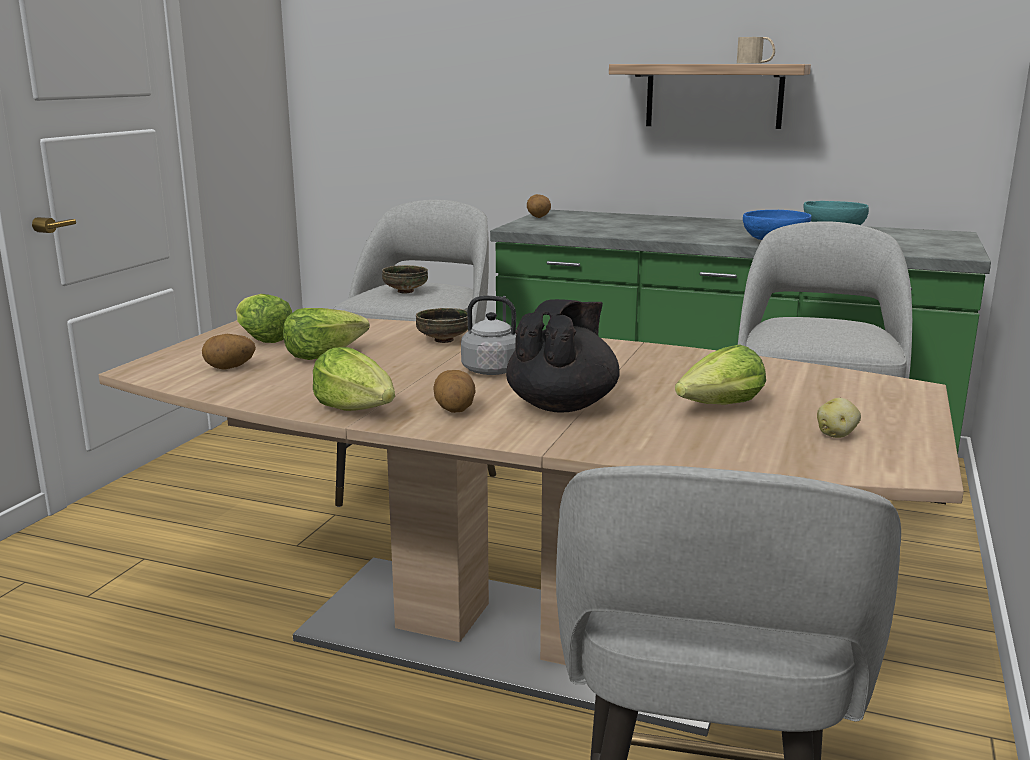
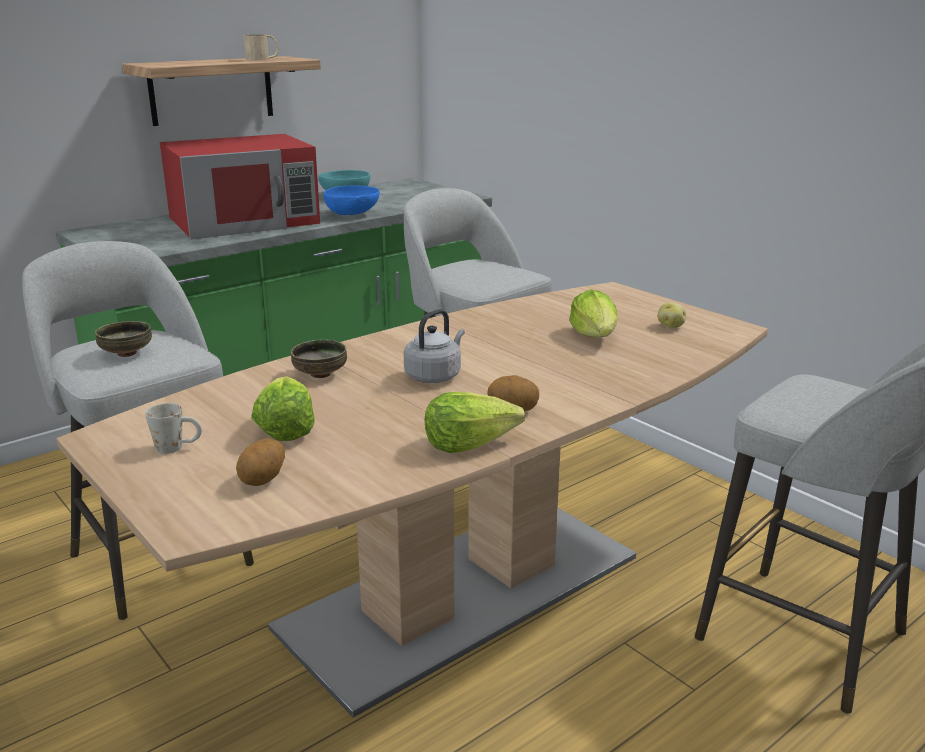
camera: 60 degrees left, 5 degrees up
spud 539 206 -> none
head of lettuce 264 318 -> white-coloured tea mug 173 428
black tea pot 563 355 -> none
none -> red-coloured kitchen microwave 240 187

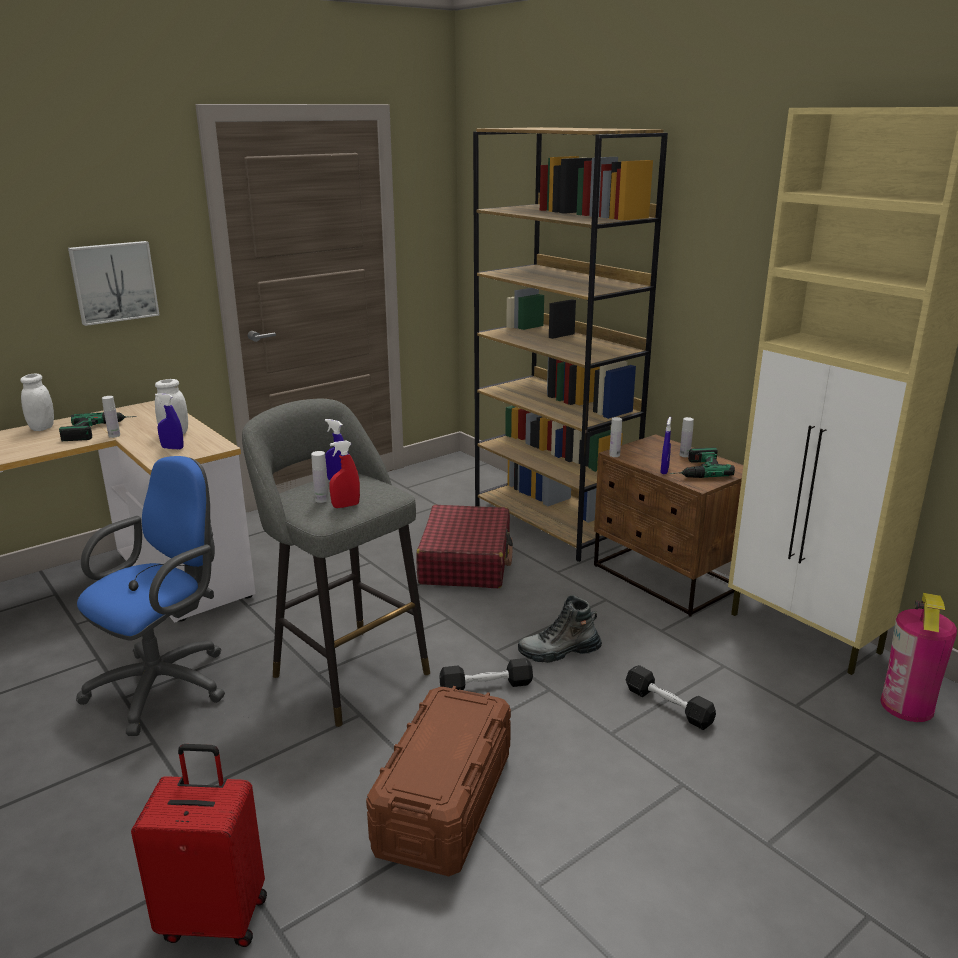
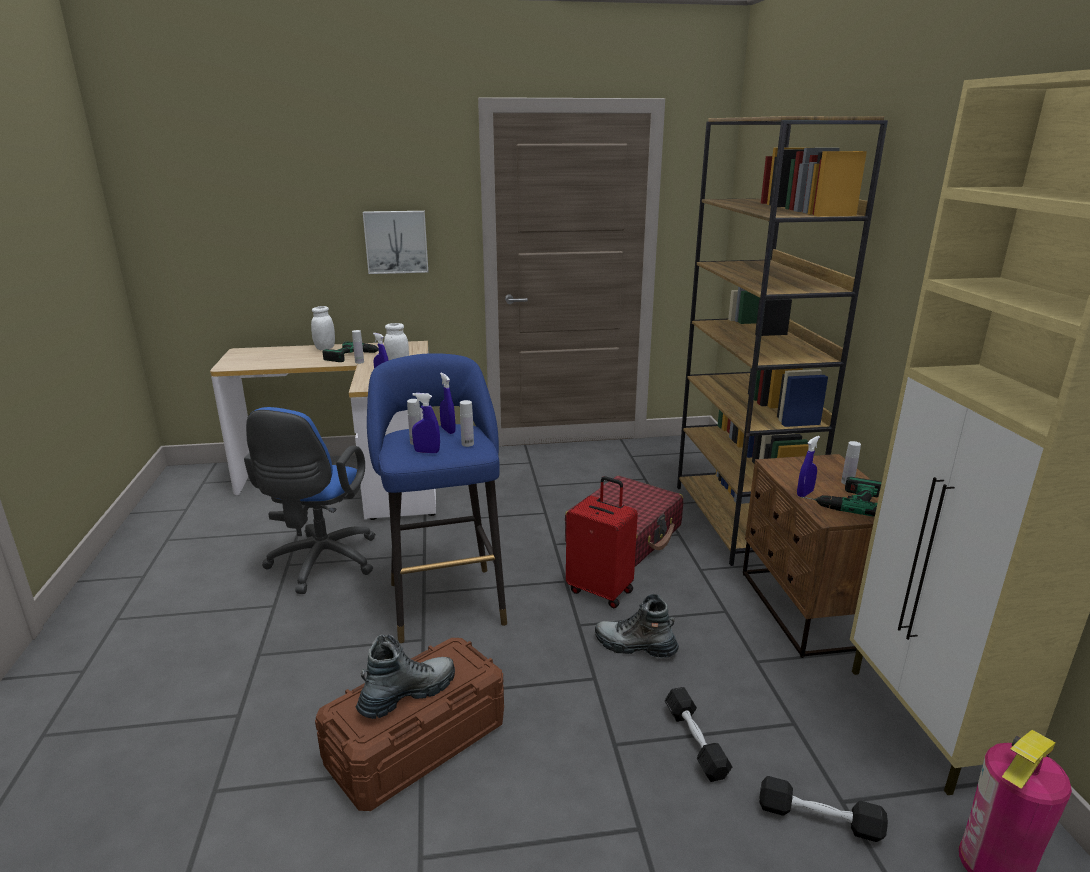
camera: 30 degrees right, 0 degrees up
greyish sitting stool 336 563 -> blue sitting stool 437 498
white-coloured drink bottle 615 437 -> white-coloured drink bottle 467 423, moved
red-coloured sprayer 344 474 -> blue sprayer 426 423
blue office chair 150 596 -> blue office chair 310 500, 120 degrees clockwise
black hand weight 486 674 -> black hand weight 823 809, moved
red-coloured travel case 199 845 -> red-coloured travel case 602 542, moved
none -> tall boot 405 677

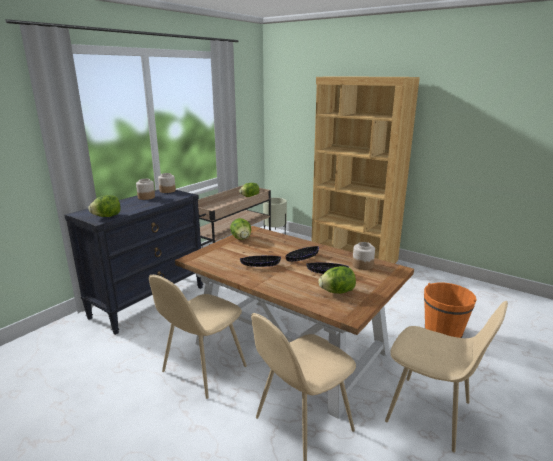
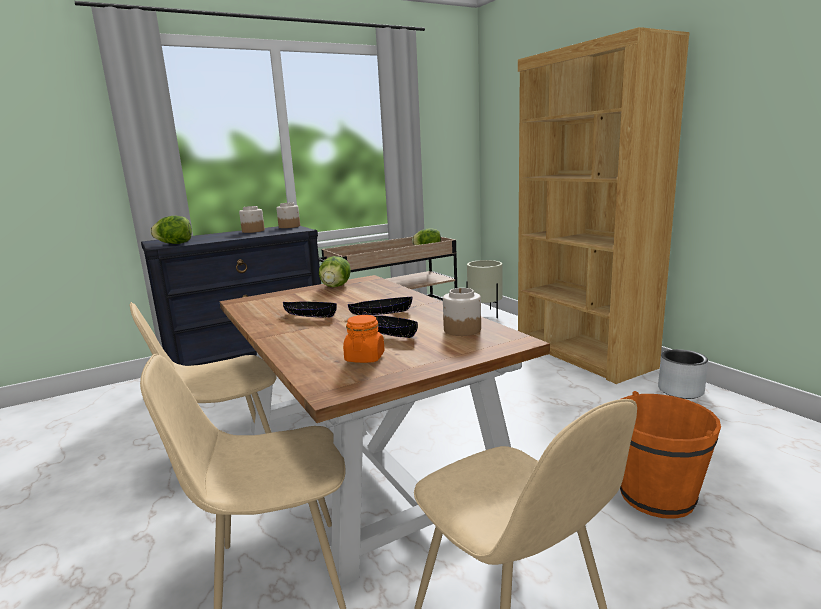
camera: 25 degrees right, 5 degrees down
head of lettuce 337 280 -> orangey storage jar 364 339
none -> greyish plant pot 683 374

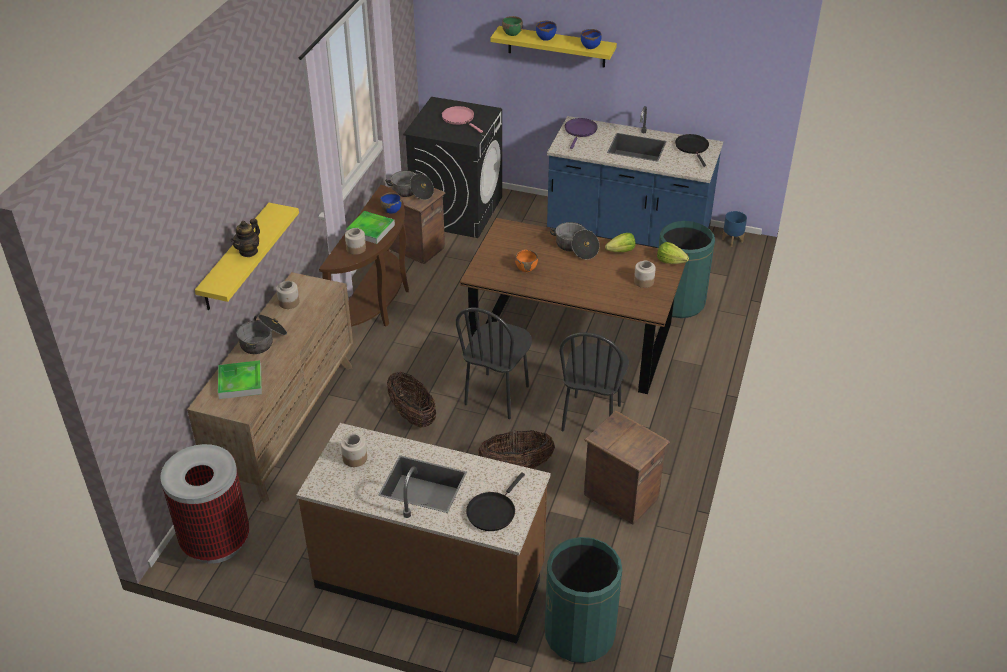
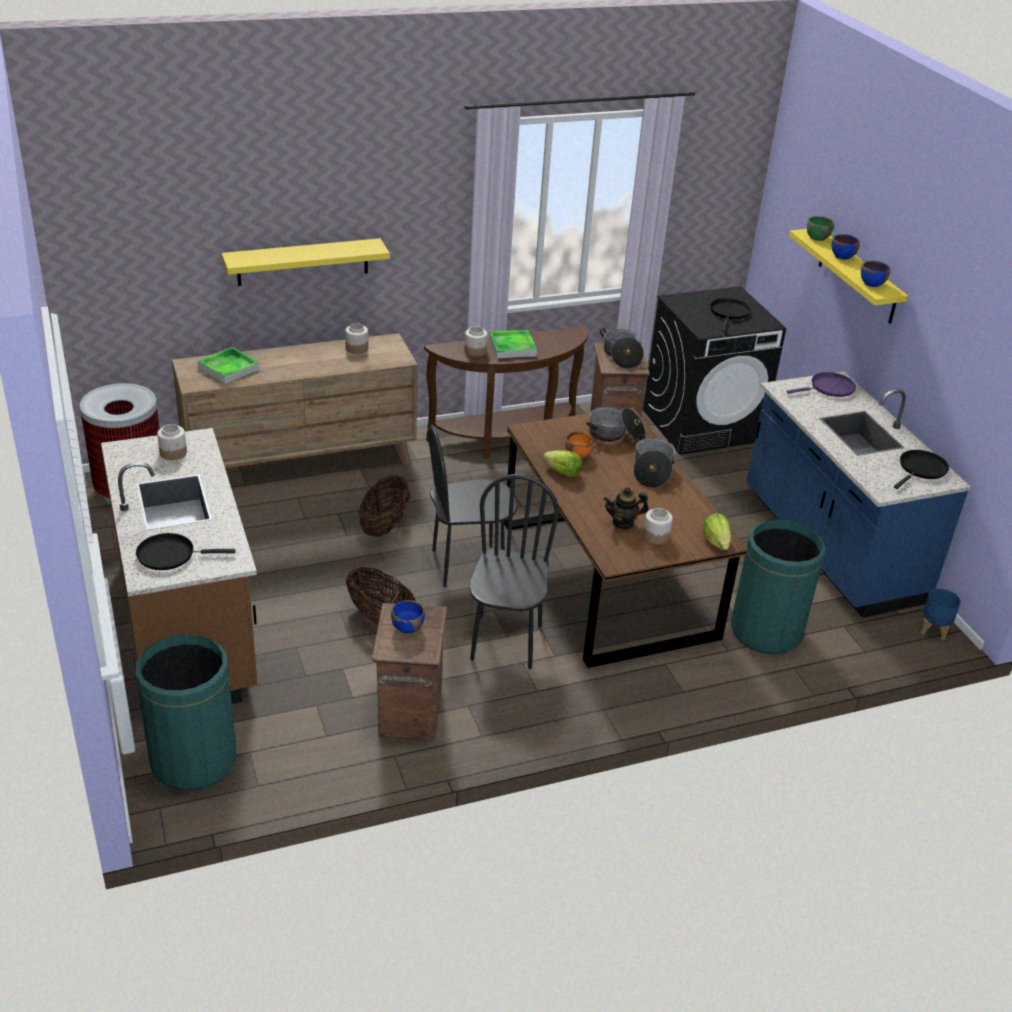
camera: 50 degrees right, 5 degrees down
pink skillet 462 119 -> black skillet 730 315
blue serving bowl 391 203 -> blue serving bowl 408 616, moved
tea pot 245 237 -> tea pot 626 508, moved
head of lettuce 620 242 -> head of lettuce 562 463, moved
saucepot 262 334 -> saucepot 616 424, moved
black chair 594 381 -> black chair 514 571, 120 degrees clockwise

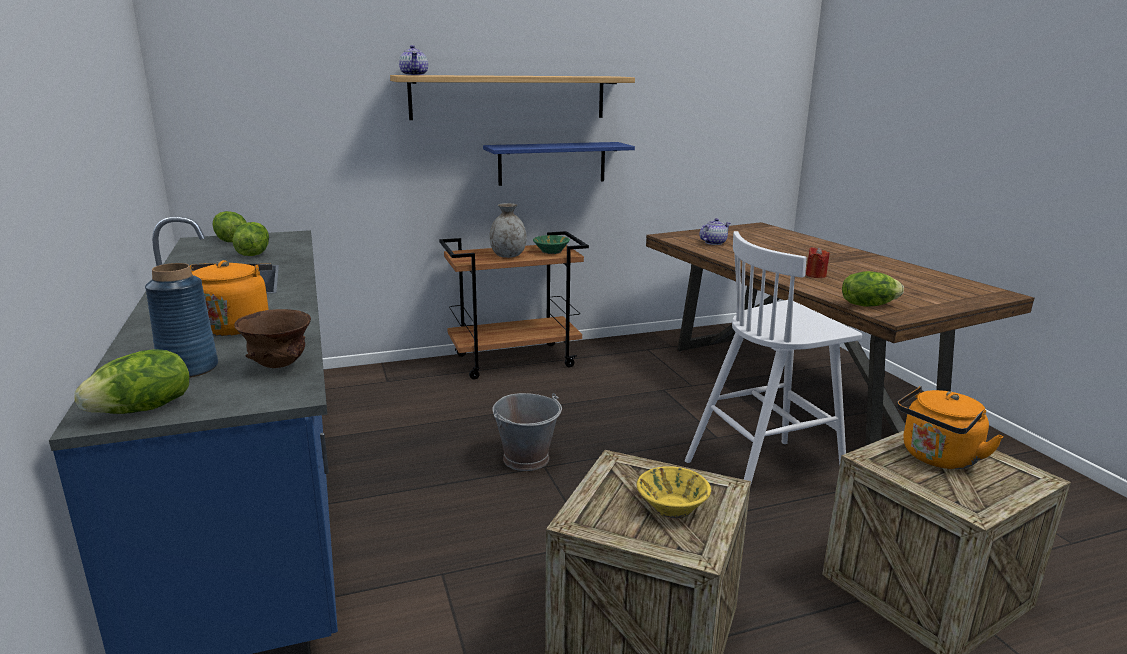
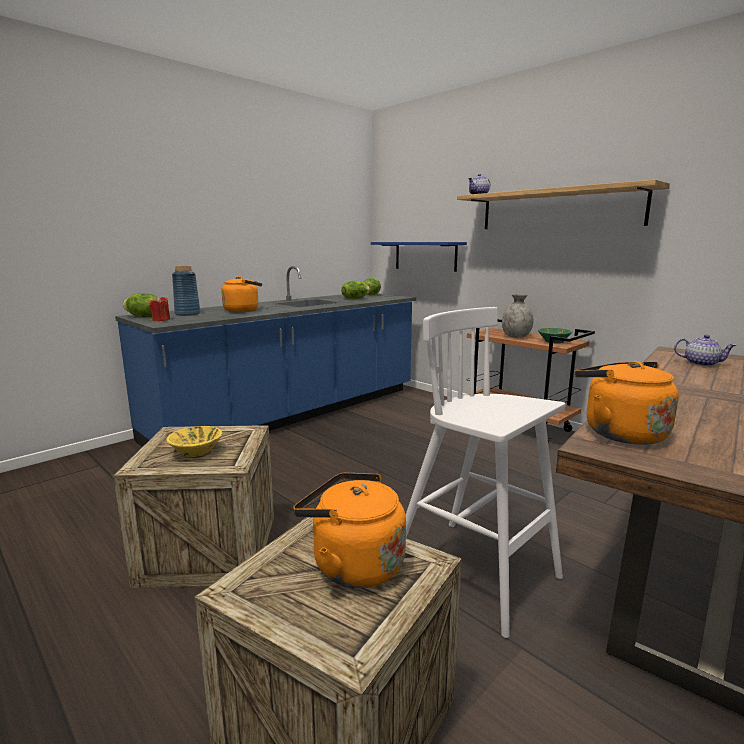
camera: 65 degrees right, 5 degrees down
blue wall shelf 559 164 -> blue wall shelf 419 257, moved
red-coloured wax candle 817 262 -> red-coloured wax candle 160 308, moved
head of lettuce 873 289 -> orangey tea kettle 627 403
brownish serving bowl 272 338 -> none
greyish pail 527 432 -> none

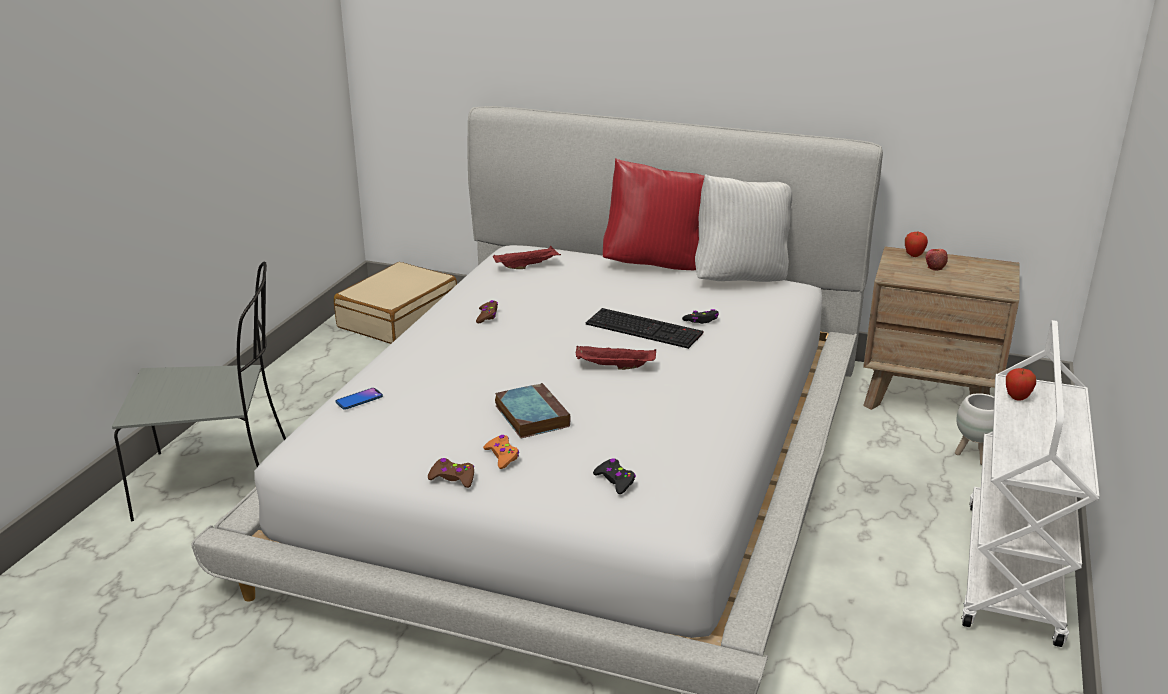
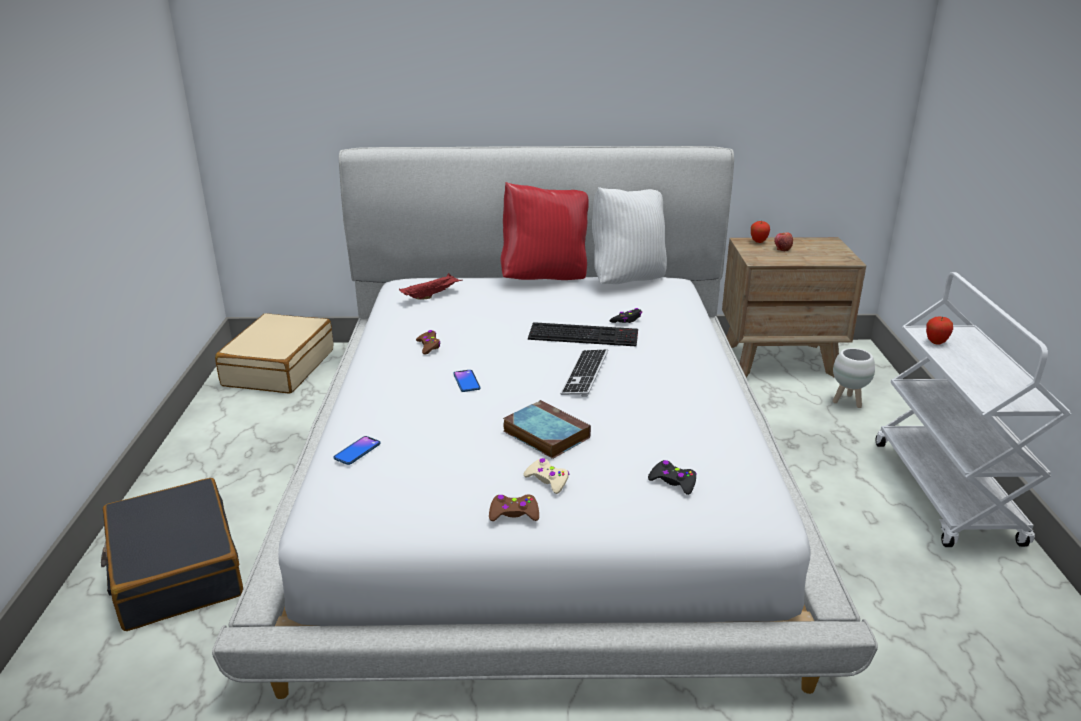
camera: 20 degrees left, 0 degrees up
greyish chair 199 391 -> black travel case 172 554
red-coloured tray 616 357 -> PC keyboard 584 373
orangey game controller 501 452 -> beige-coloured game controller 546 476
none -> telephone 467 381

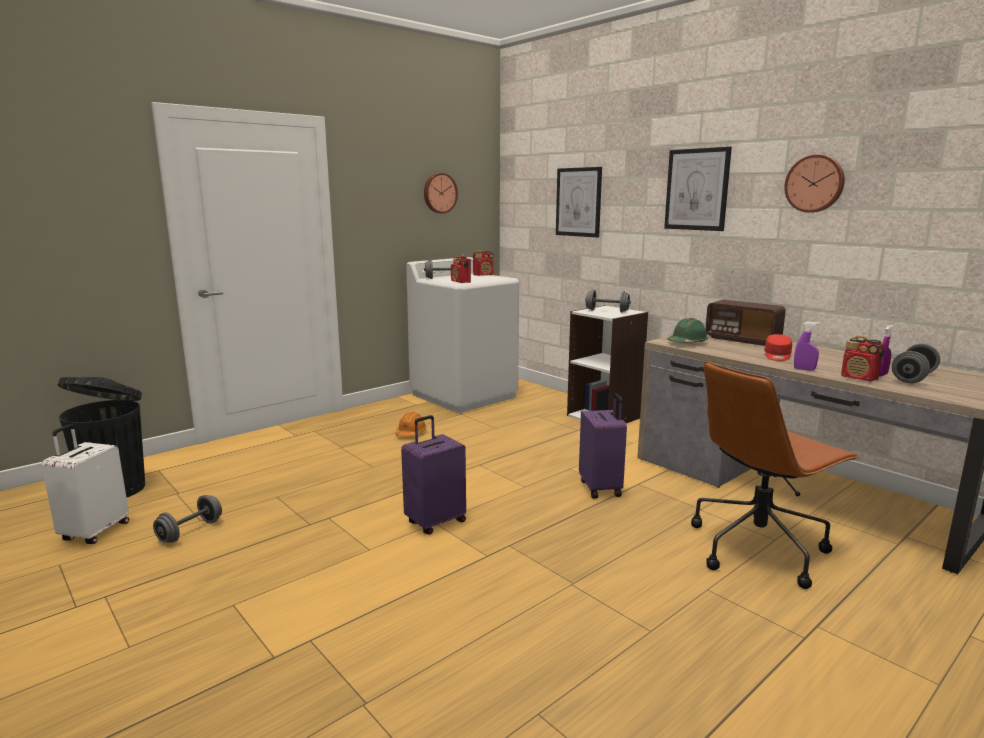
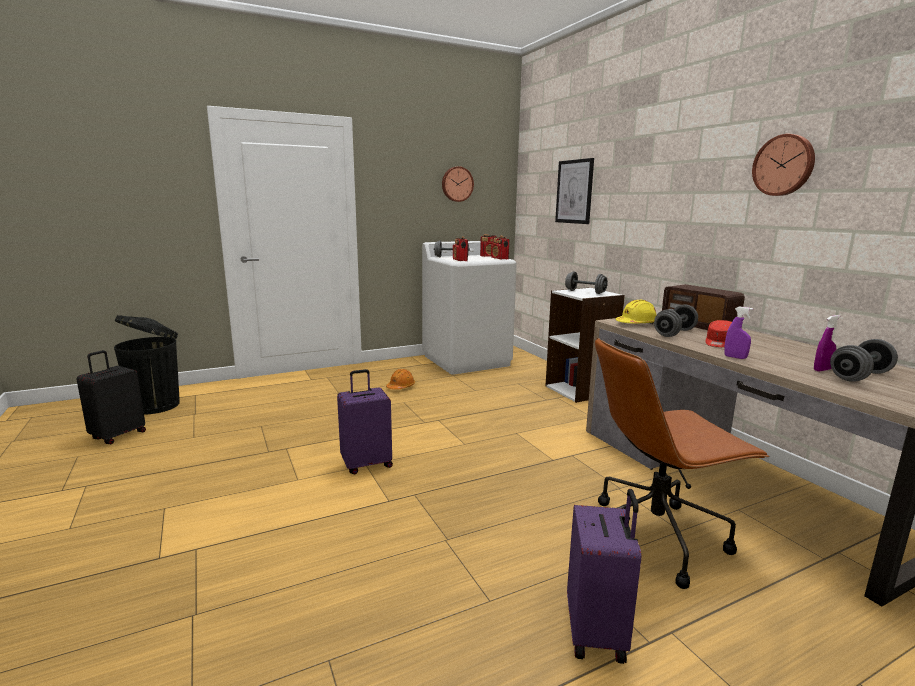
camera: 15 degrees right, 0 degrees up
wall art 698 189 -> none
green-coloured hard hat 688 330 -> yellow-coloured hard hat 635 312
radio 862 358 -> radio 500 247, moved
purple travel case 603 446 -> purple travel case 604 576, moved
white-coloured travel case 85 484 -> black travel case 111 397
greyish hand weight 187 519 -> greyish hand weight 676 321, moved

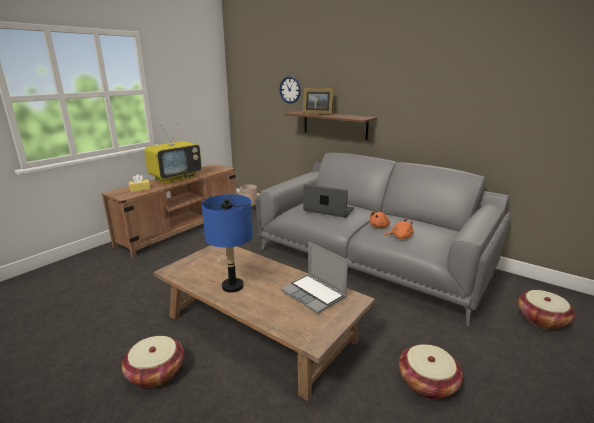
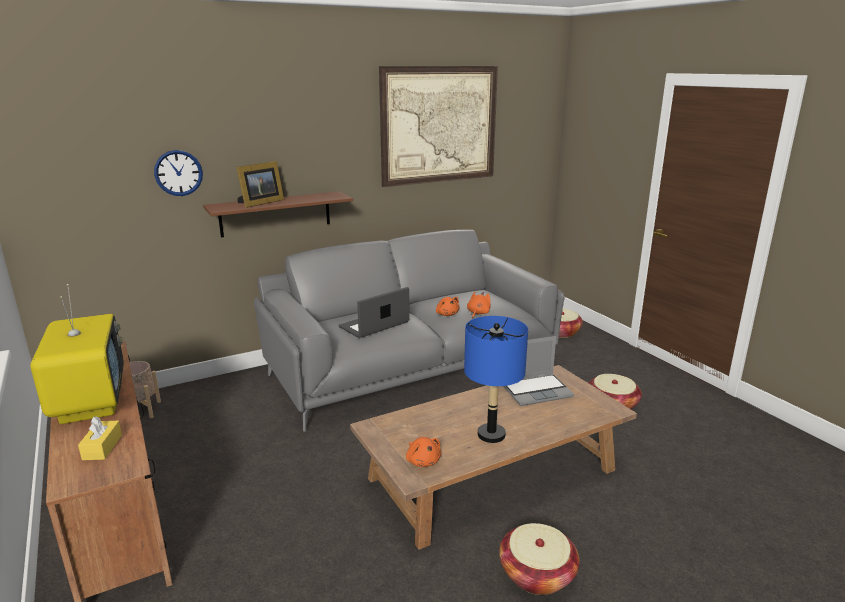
camera: 65 degrees left, 0 degrees up
none -> wall art 438 126
none -> orangey cuddly toy 423 452

